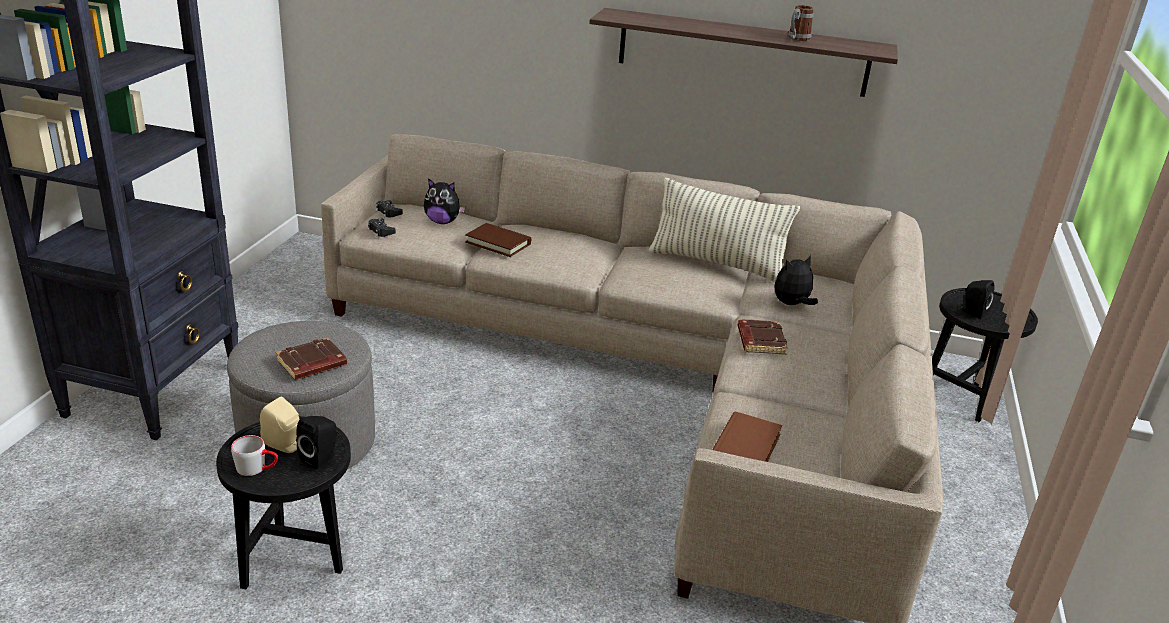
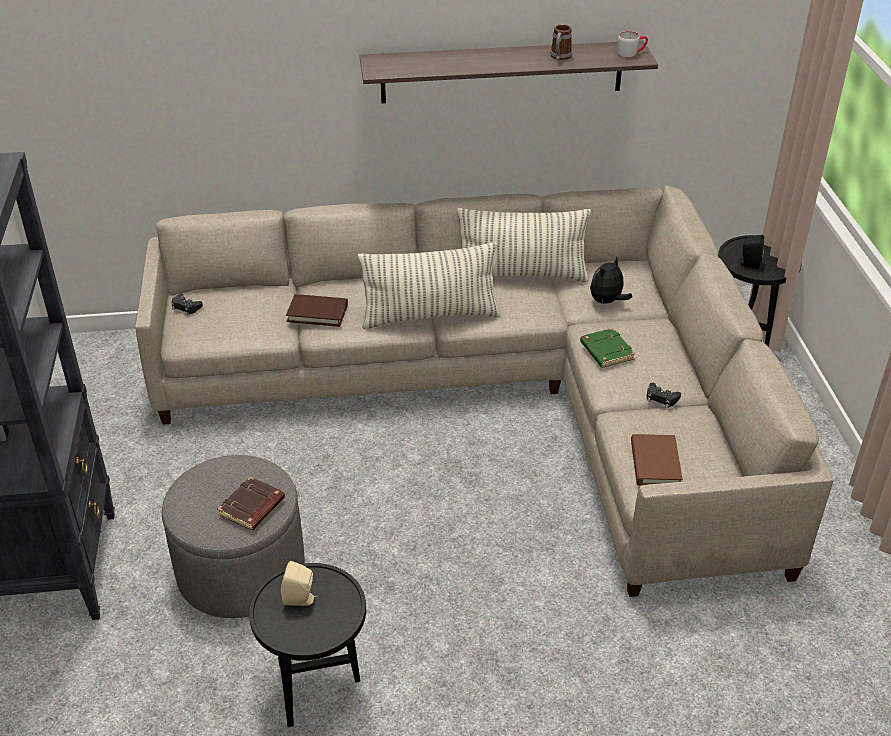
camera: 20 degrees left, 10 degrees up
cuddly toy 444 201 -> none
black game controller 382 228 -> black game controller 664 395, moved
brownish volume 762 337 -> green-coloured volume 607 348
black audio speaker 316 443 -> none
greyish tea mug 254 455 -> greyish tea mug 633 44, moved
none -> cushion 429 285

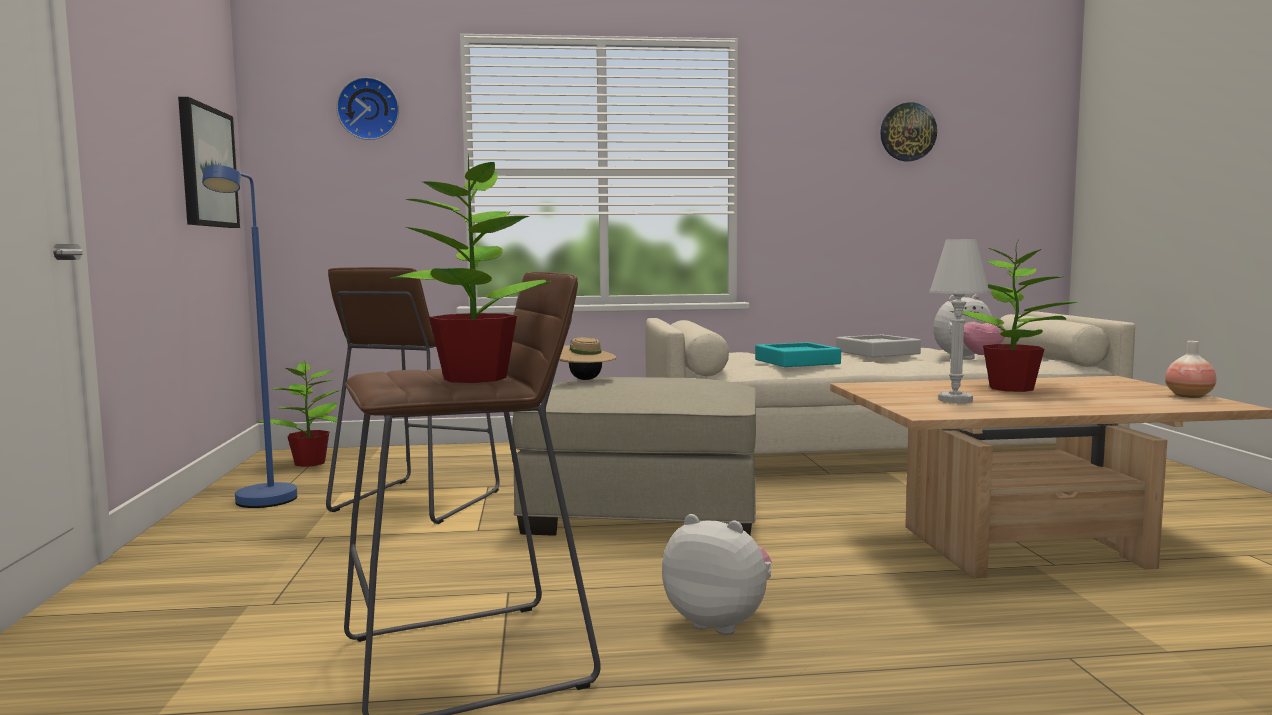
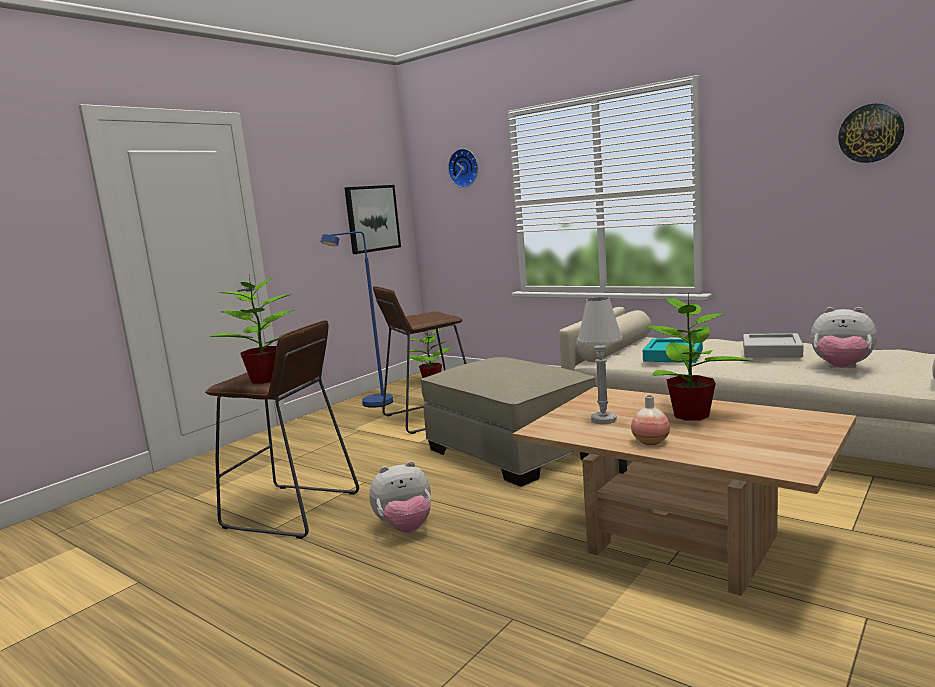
camera: 45 degrees right, 5 degrees up
beige-coloured wearable hat 587 358 -> none
flower vase 1191 369 -> flower vase 650 420, moved
cuddly toy 717 574 -> cuddly toy 400 497, 90 degrees clockwise

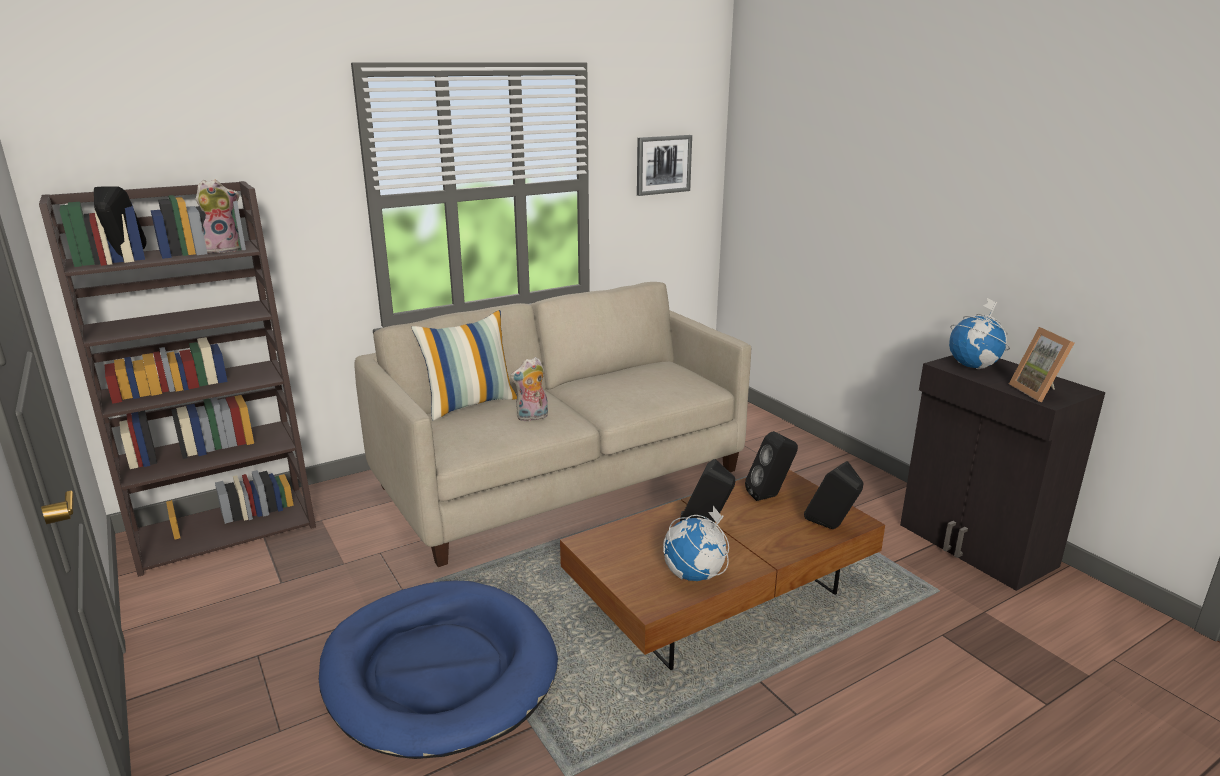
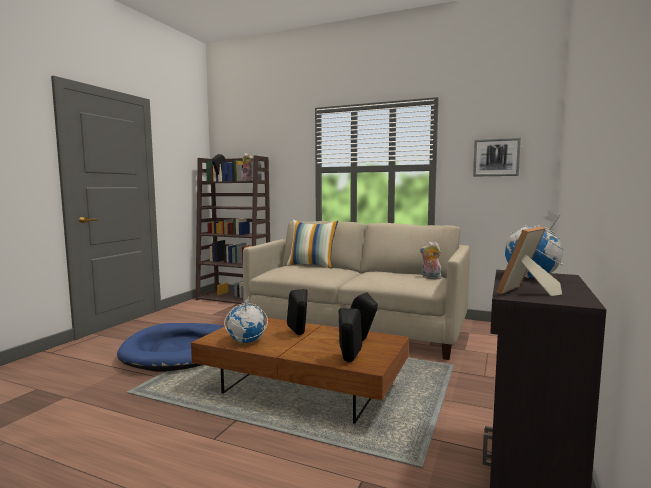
camera: 55 degrees right, 15 degrees down
cuddly toy 529 389 -> cuddly toy 431 260, moved

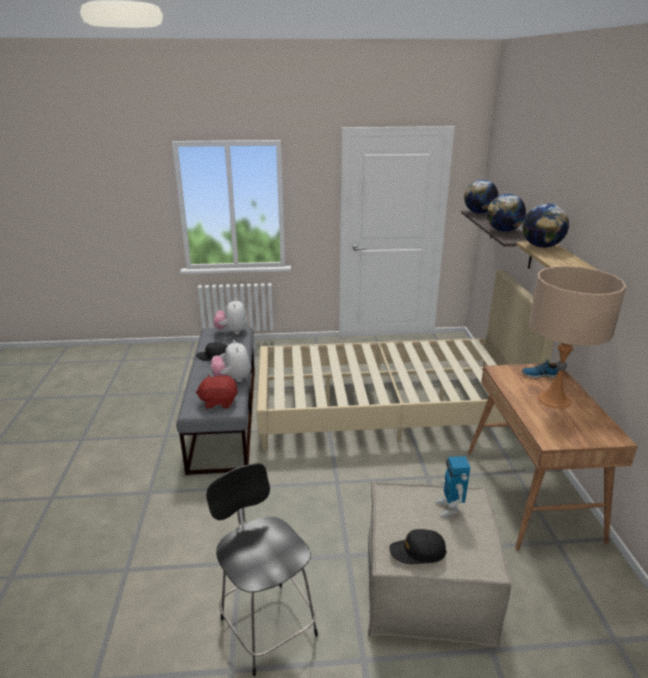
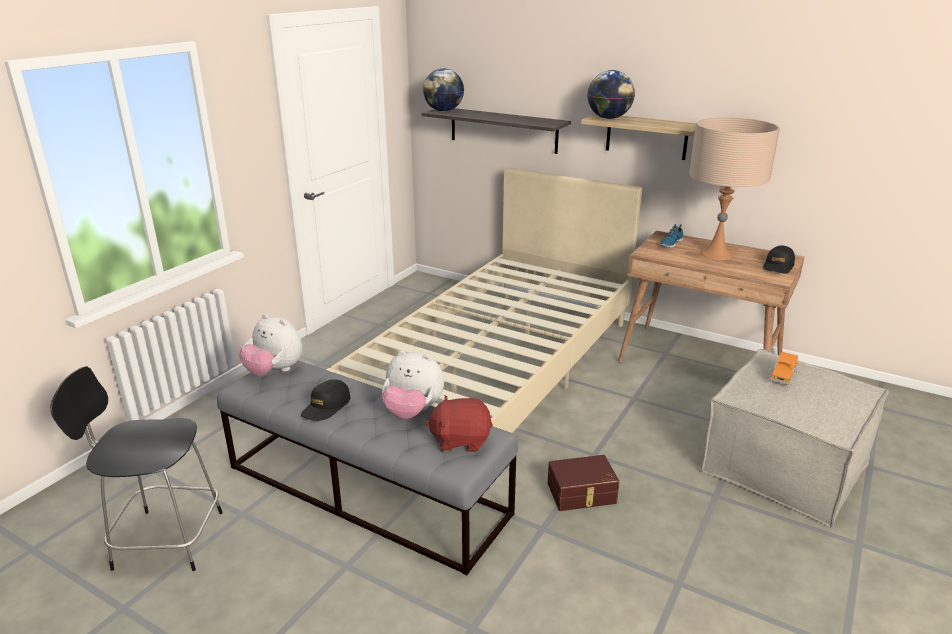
camera: 55 degrees left, 0 degrees up
globe 506 213 -> none
red-coloured cuddly toy 217 392 -> red-coloured cuddly toy 459 423, 60 degrees clockwise
model robot 452 487 -> orangey model car 784 368
black chair 262 569 -> black chair 136 468, moved
black baseball cap 418 546 -> black baseball cap 779 260, moved
none -> brownish storage box 584 483

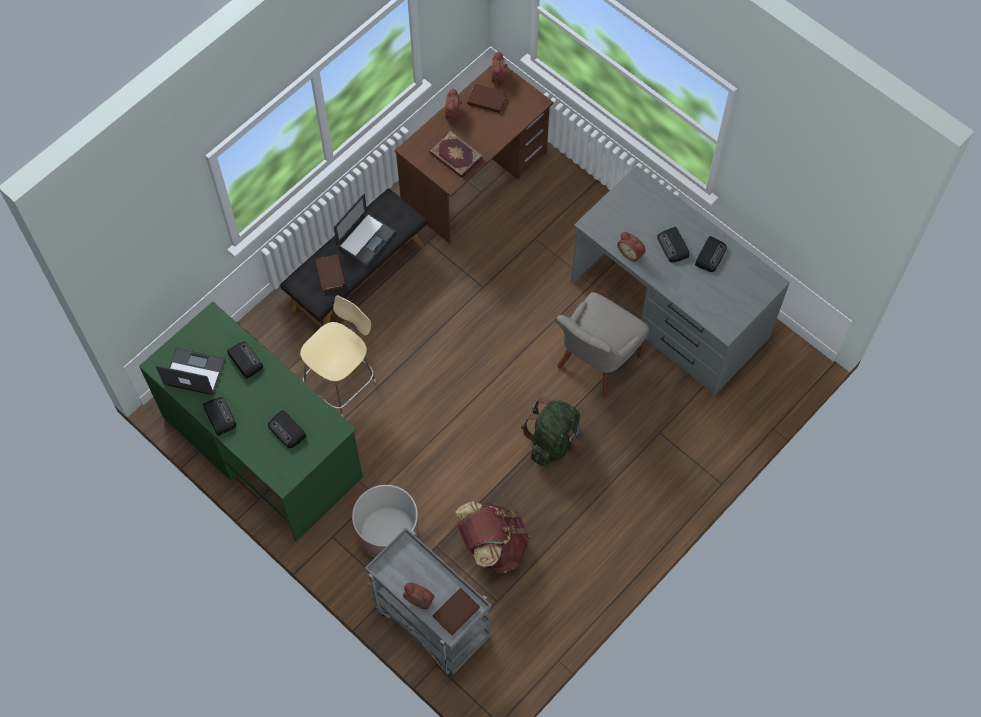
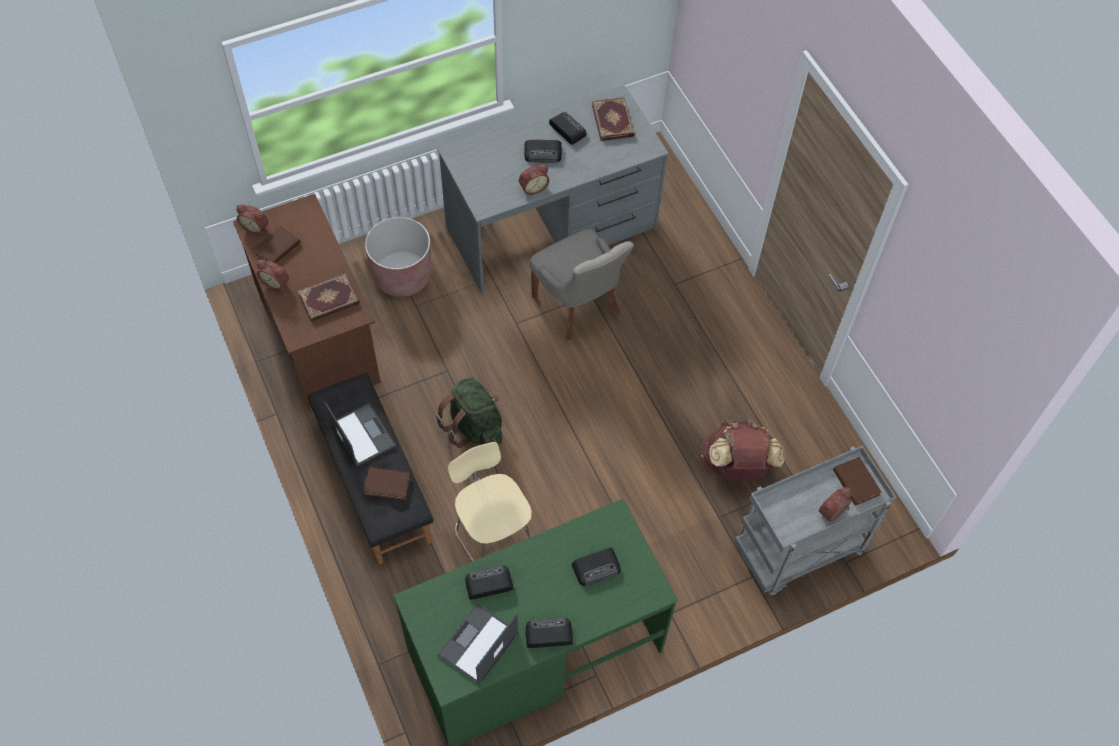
camera: 70 degrees left, 5 degrees down
green-coloured backpack 550 431 -> green-coloured backpack 469 412, moved
brownish plant pot 385 521 -> brownish plant pot 398 257, moved
none -> volume 613 119

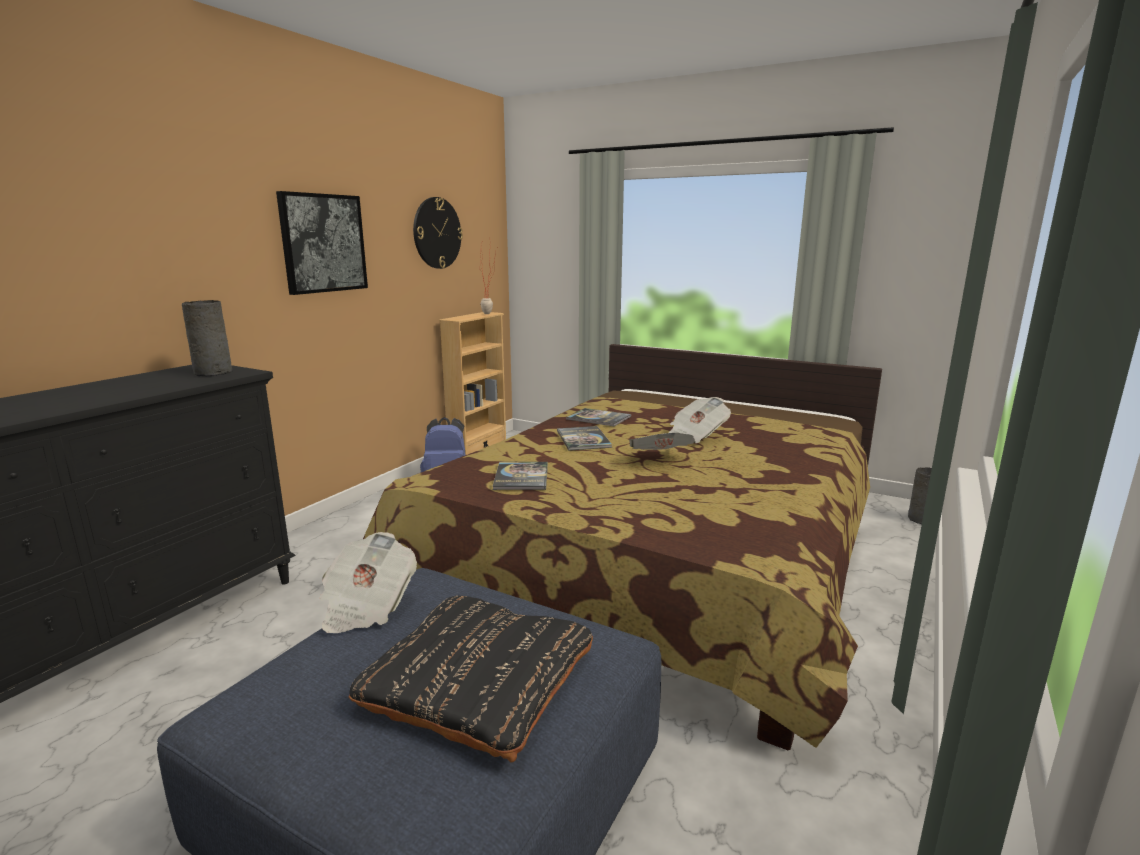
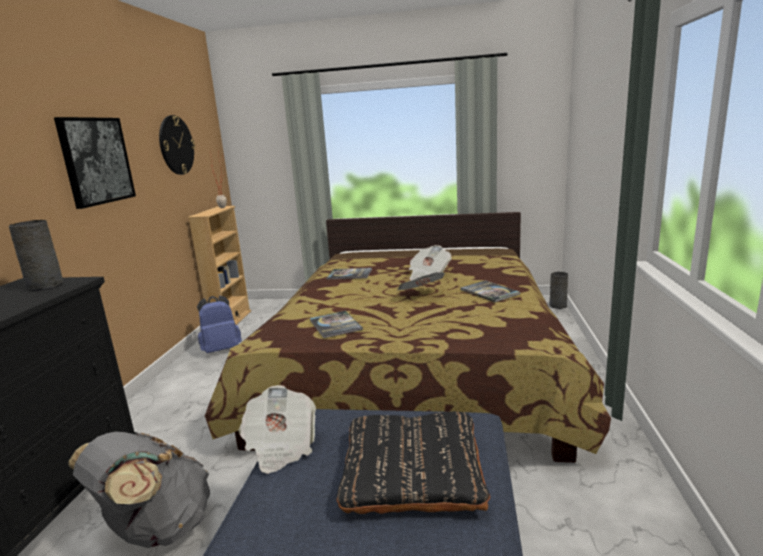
camera: 20 degrees left, 0 degrees up
volume 584 438 -> volume 490 291, moved
none -> greyish backpack 139 490

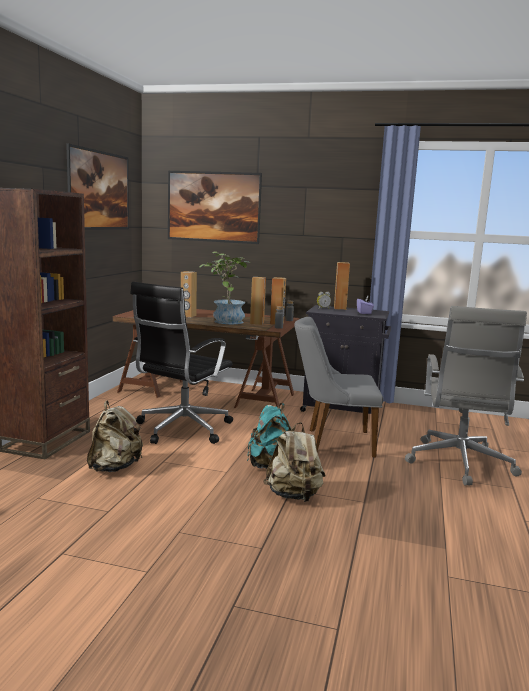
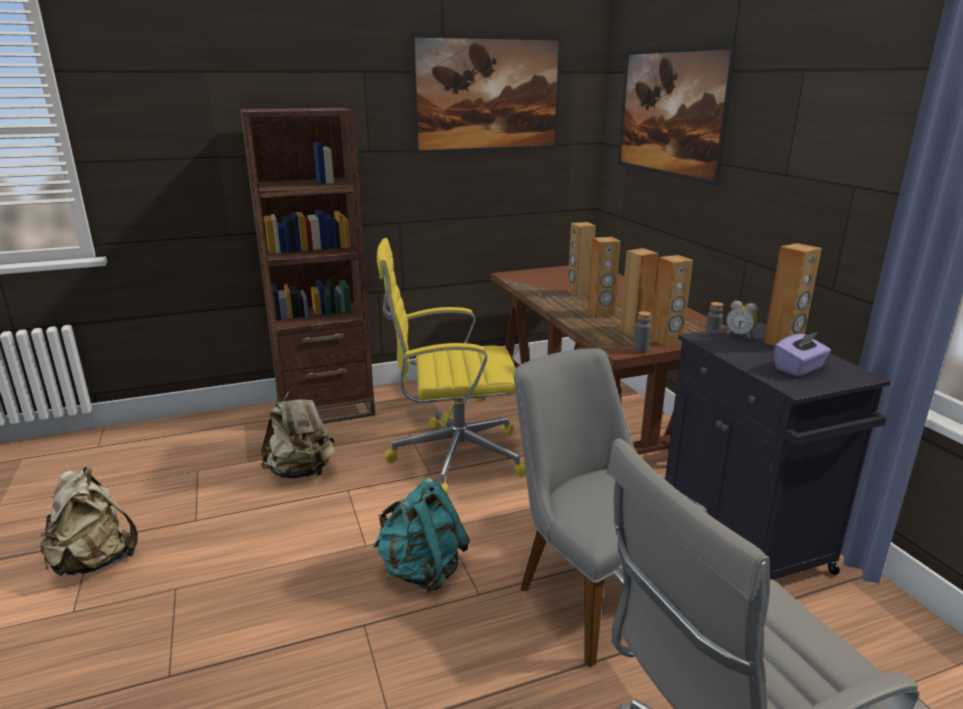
camera: 55 degrees right, 10 degrees up
plant in a pot 224 287 -> brownish audio speaker 604 277
black office chair 181 363 -> yellow-coloured office chair 451 367
beige-coloured backpack 294 462 -> beige-coloured backpack 89 521, moved

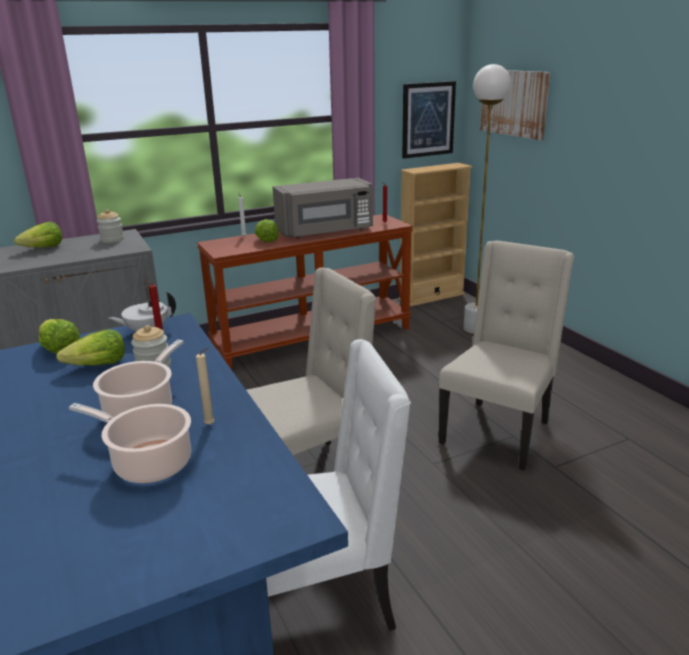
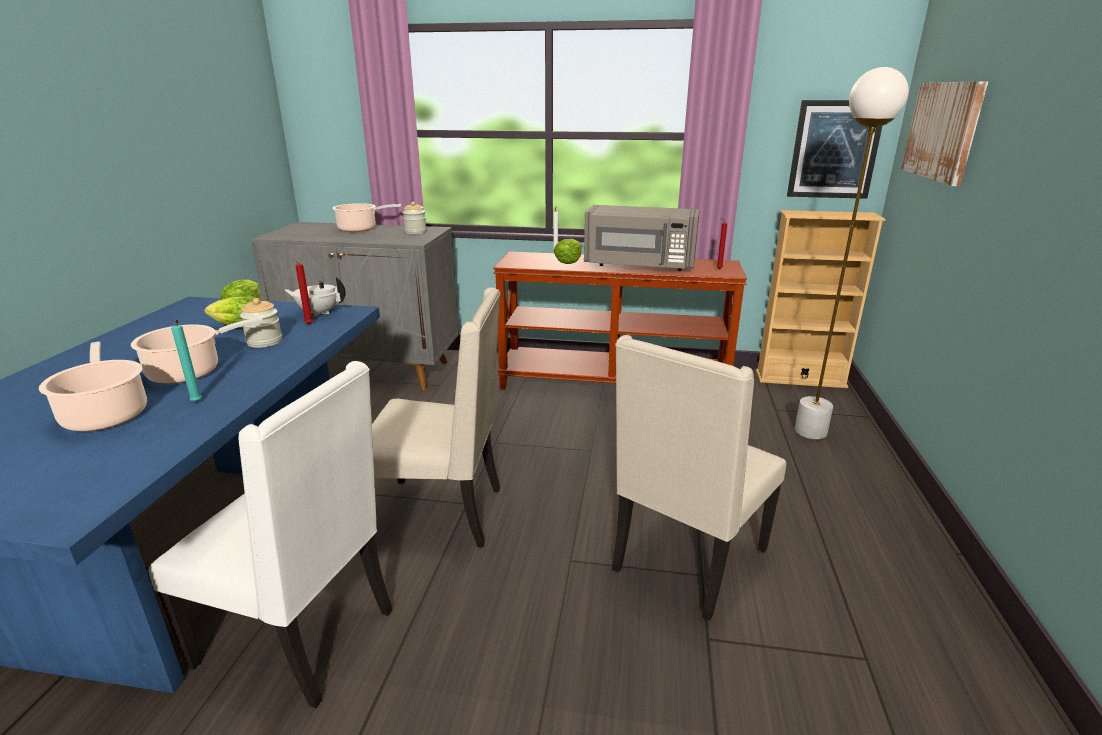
camera: 35 degrees right, 0 degrees up
head of lettuce 38 234 -> saucepot 366 217
beige-coloured chair 506 355 -> beige-coloured chair 699 478, 150 degrees clockwise
beige-coloured wax candle 205 386 -> turquoise-coloured wax candle 186 361

